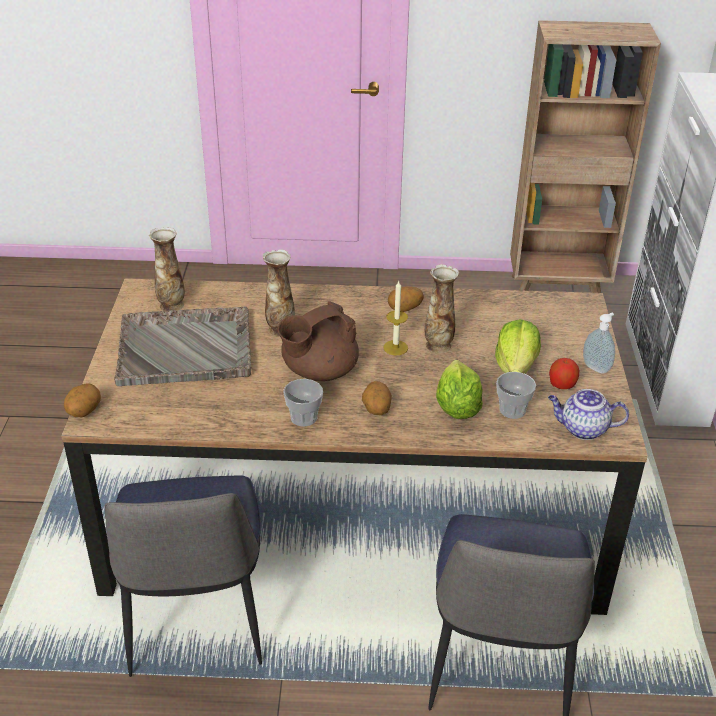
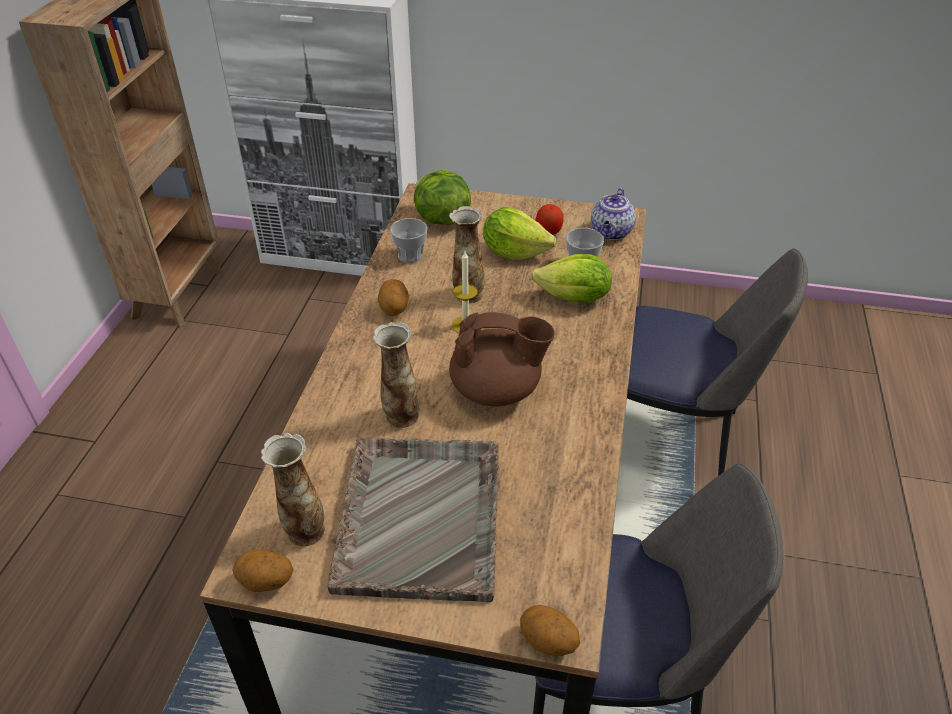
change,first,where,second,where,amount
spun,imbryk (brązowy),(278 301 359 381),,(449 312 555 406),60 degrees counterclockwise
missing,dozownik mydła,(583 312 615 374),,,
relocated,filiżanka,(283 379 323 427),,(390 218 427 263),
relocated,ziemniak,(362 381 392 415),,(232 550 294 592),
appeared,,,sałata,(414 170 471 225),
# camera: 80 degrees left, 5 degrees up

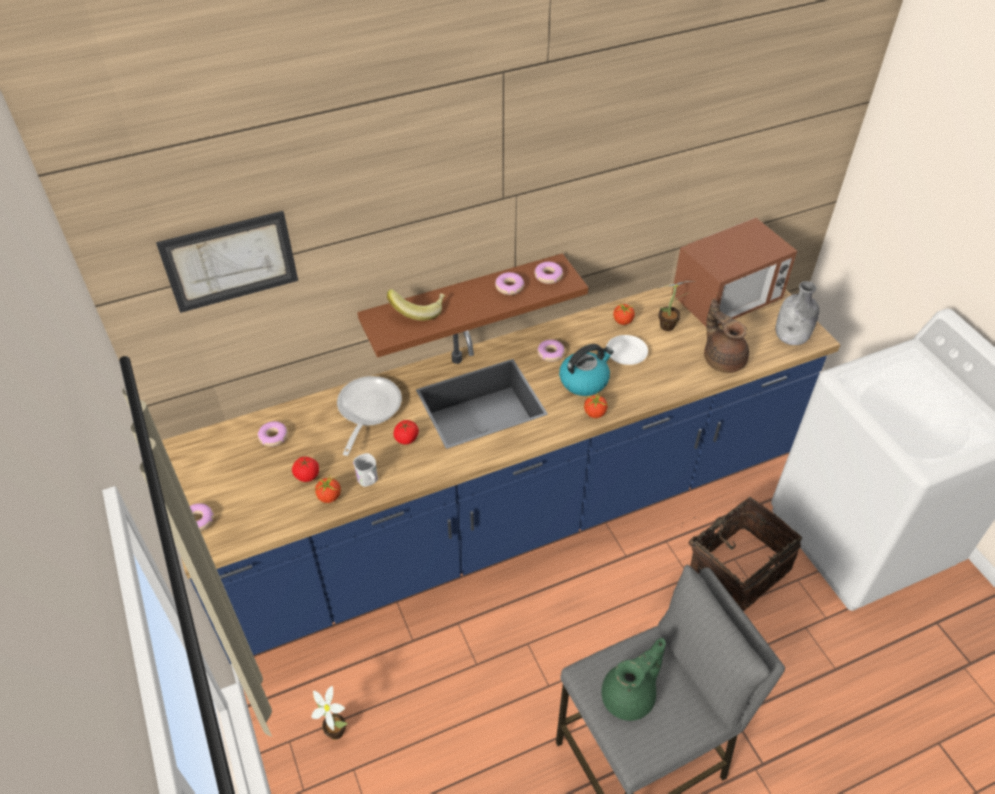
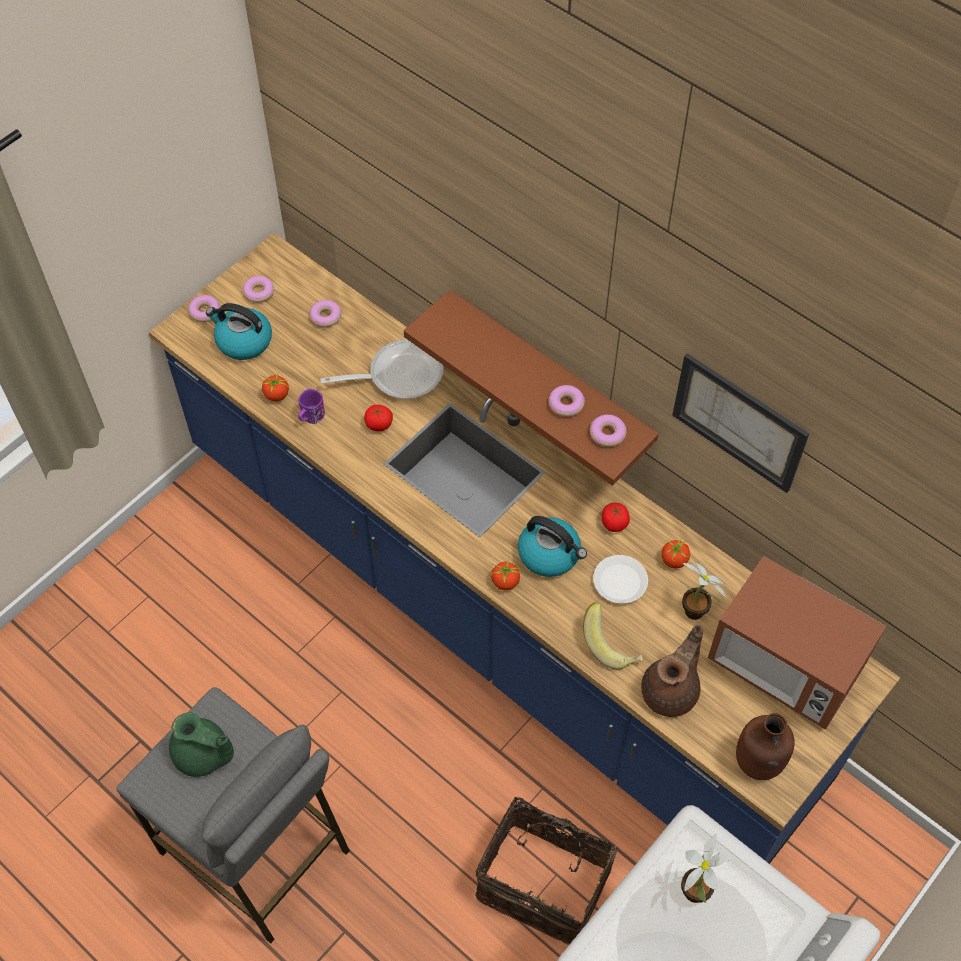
change,first,where,second,where,amount
relocated,obraz,(156 211 298 313),,(672 353 809 493),
colour,butelka (szary),(776 281 819 345),butelka (brązowy),(736 713 795 780),
relocated,banan,(387 289 445 321),,(583 602 643 670),
relocated,donut,(537 340 565 362),,(243 276 274 303),
colour,kubek (biały),(353 453 378 487),kubek (fioletowy),(298 389 325 424),
relocated,pomidor,(292 457 319 482),,(602 503 630 532),
relocated,roślina doniczkowa,(311 686 348 740),,(681 834 732 903),
appeared,,,czajnik,(206 303 272 360),
# camera: 65 degrees right, 10 degrees up

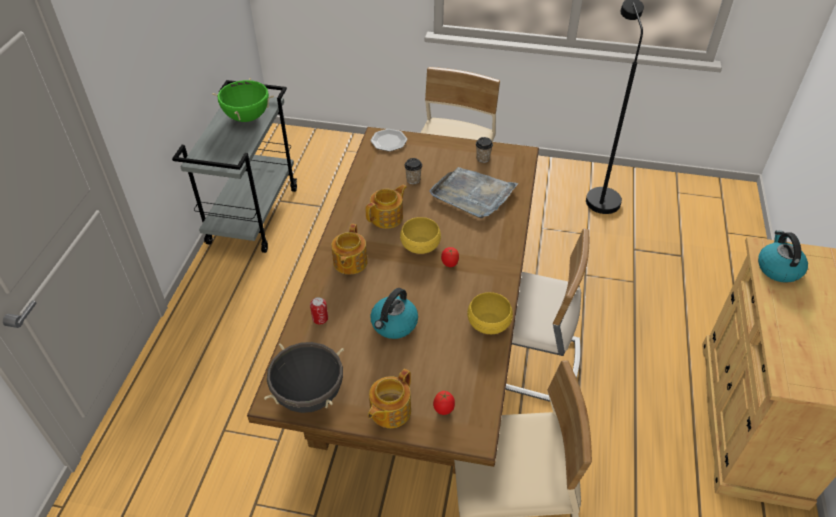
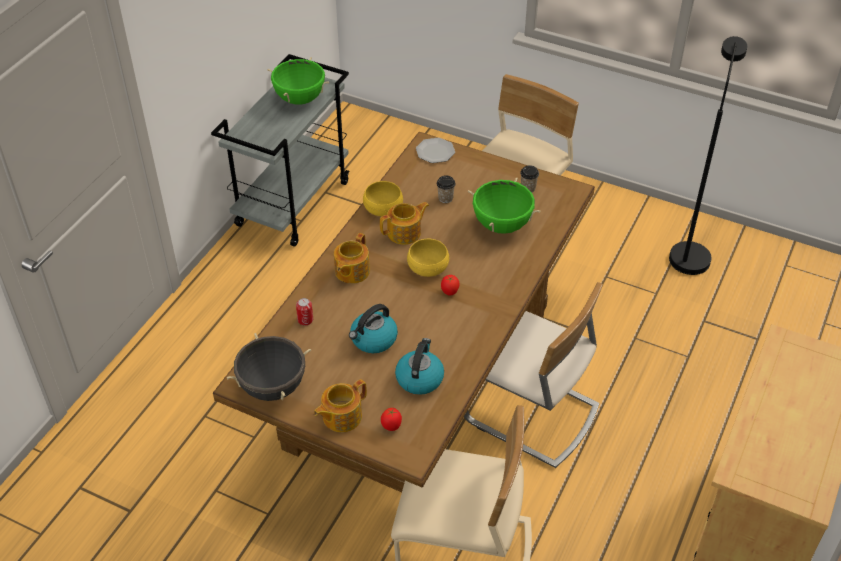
change,first,where,second,where,amount
exchanged,taca (szary),(429 167 519 219),garnek (zielony),(468 178 540 234),
relocated,czajnik,(758 230 808 283),,(395 338 444 395),
relocated,miska (żółty),(467 292 513 334),,(363 181 403 216),
# camera: 15 degrees right, 0 degrees up

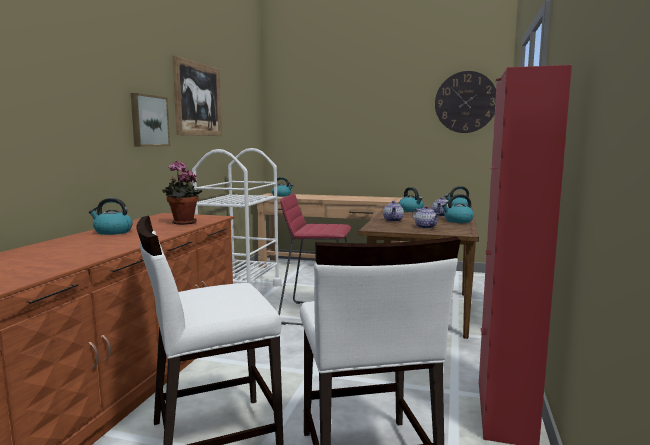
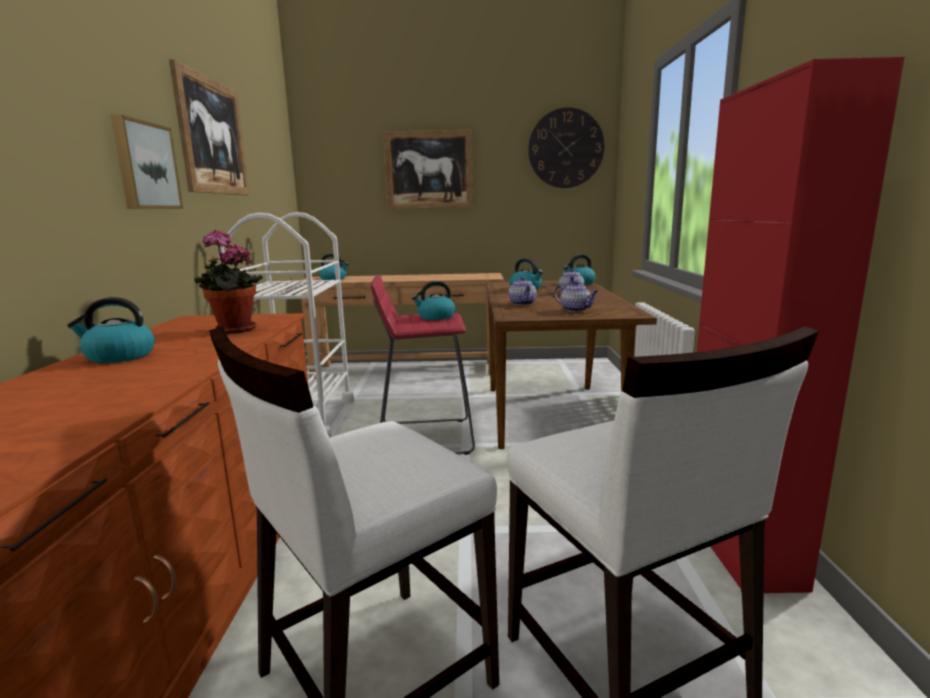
change,first,where,second,where,amount
relocated,czajnik,(441 194 474 223),,(412 281 455 320),
appeared,,,obraz,(383 129 473 210),
# camera: 15 degrees left, 5 degrees up

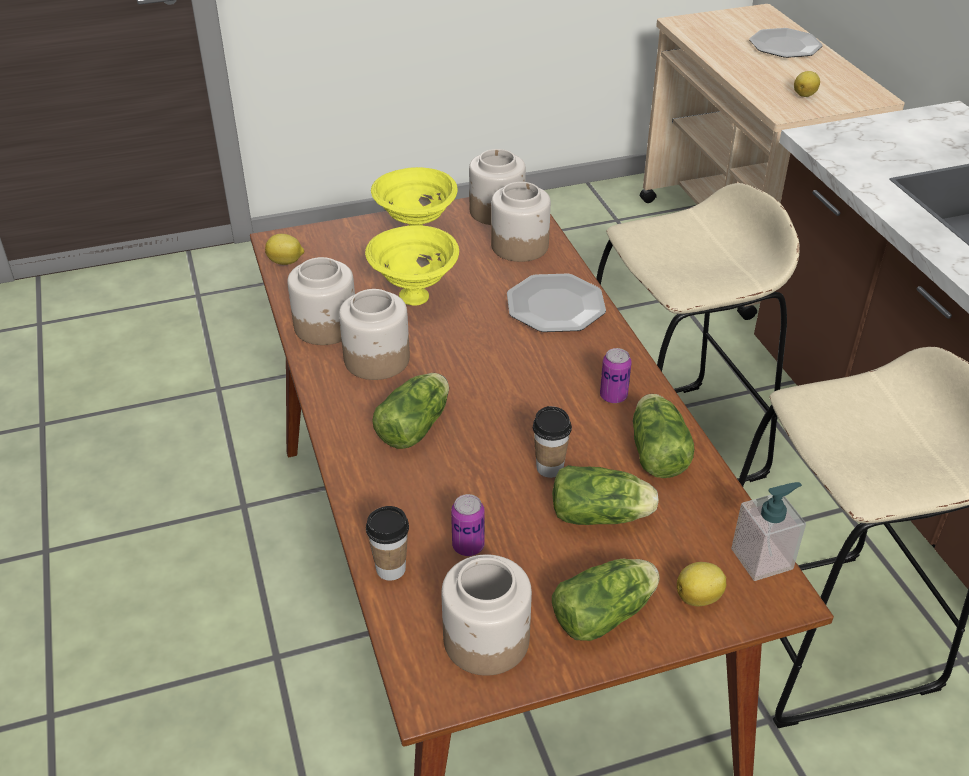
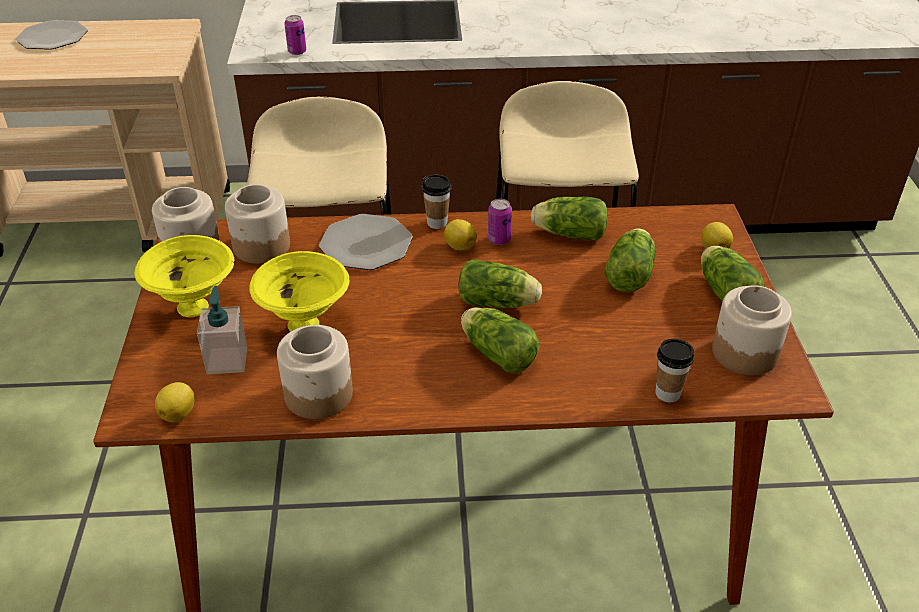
change,first,where,second,where,amount
relocated,cytryna,(794 71 820 97),,(444 219 477 250),
missing,słoik,(339 289 410 380),,,
relocated,filiżanka,(533 406 572 478),,(422 175 451 229),
relocated,dozownik mydła,(731 482 806 581),,(197 286 247 374),
relocated,puszka,(451 494 485 556),,(284 15 306 55),
appeared,,,sałata,(458 259 542 308),
# camera: 75 degrees left, 0 degrees up

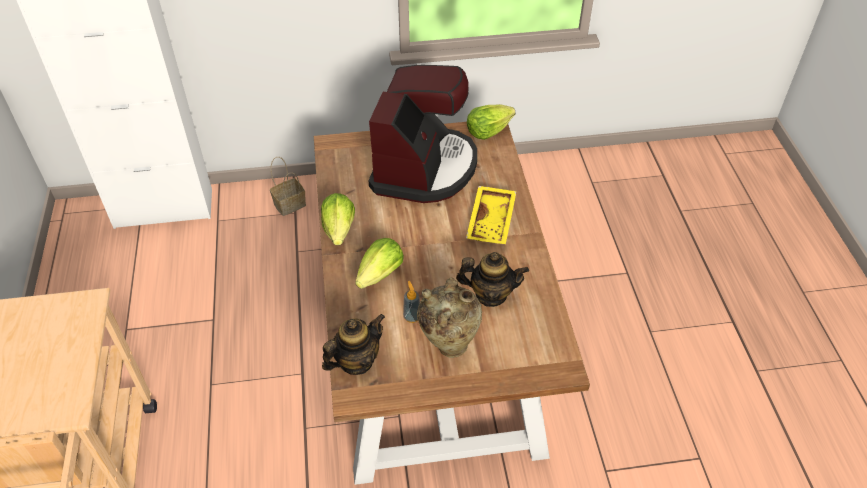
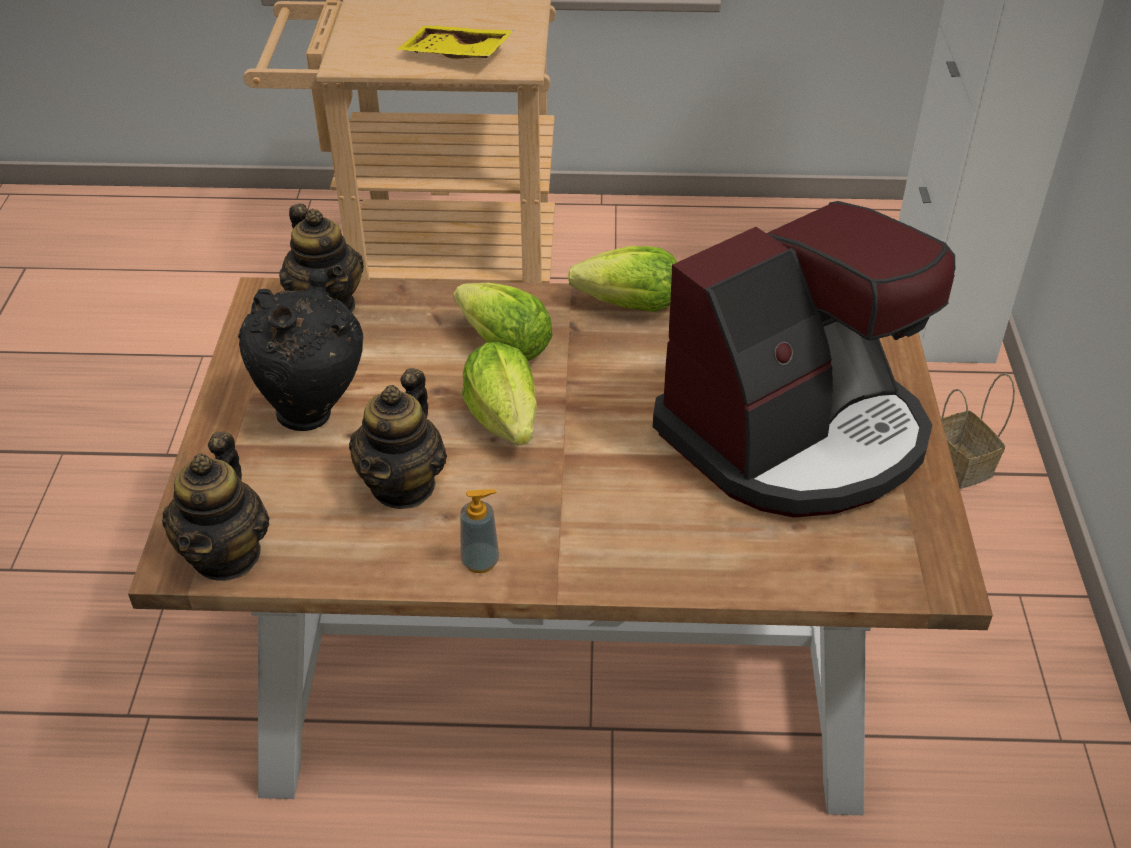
change,first,where,second,where,amount
spun,ekspres do kawy,(368 65 477 203),,(653 201 955 518),60 degrees counterclockwise
relocated,sałata,(467 104 516 140),,(462 342 537 445),
relocated,taca (żółty),(466 186 517 244),,(397 25 515 59),
colour,wazon (beżowy),(417 277 482 358),wazon (czarny),(238 269 363 431),
relocated,dozownik mydła,(403 281 420 323),,(460 489 499 573),
appeared,,,imbryk,(162 432 269 581),
# camera: 100 degrees right, 5 degrees down

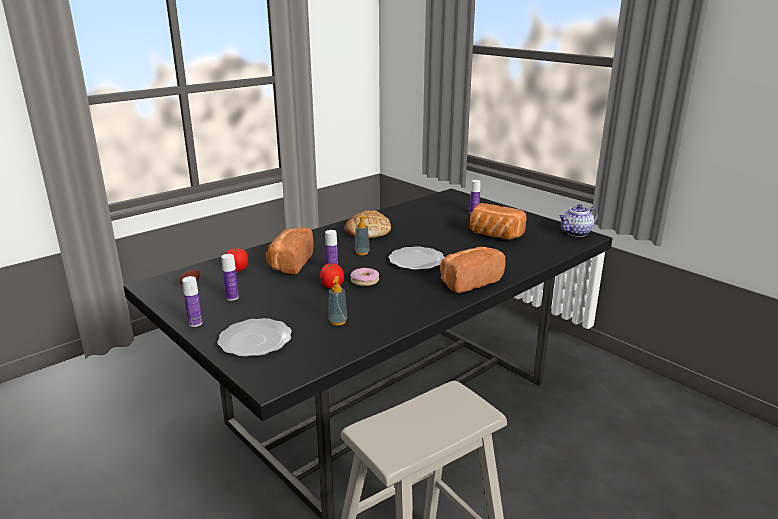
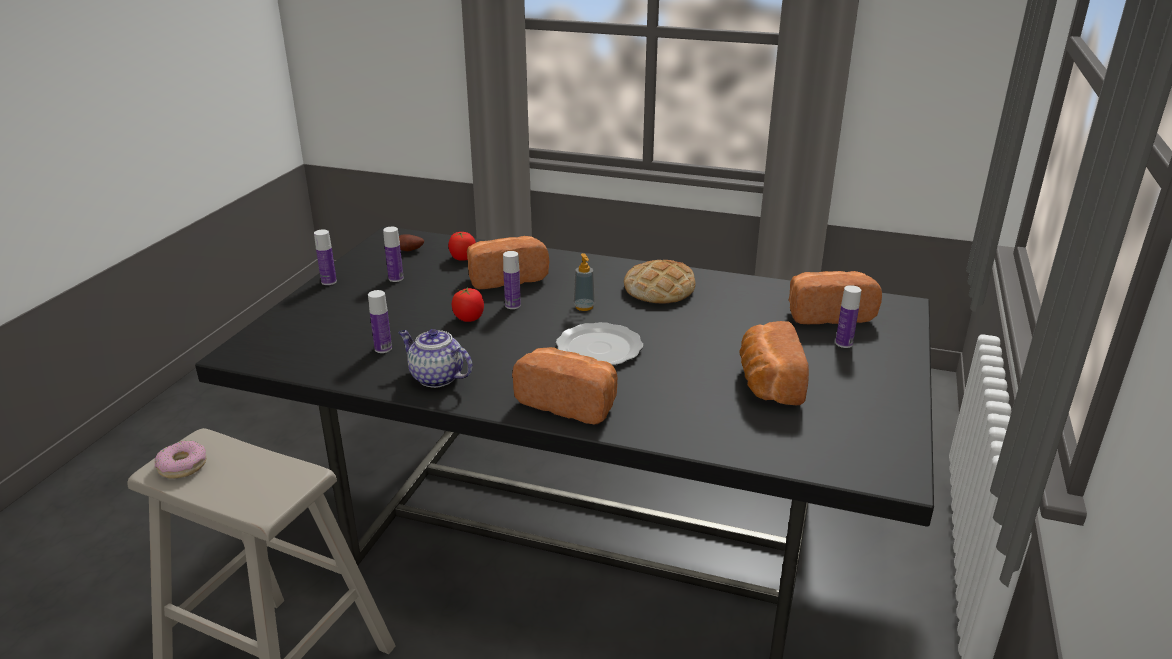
change,first,where,second,where,amount
relocated,imbryk,(559 204 598 237),,(398 329 473 388),
relocated,donut,(350 268 379 286),,(155 441 206 479),
exchanged,dozownik mydła,(329 276 347 325),butelka,(368 290 392 353),
missing,talerz,(217 318 292 357),,,
appeared,,,chleb,(788 271 882 324),
# camera: 60 degrees right, 5 degrees up

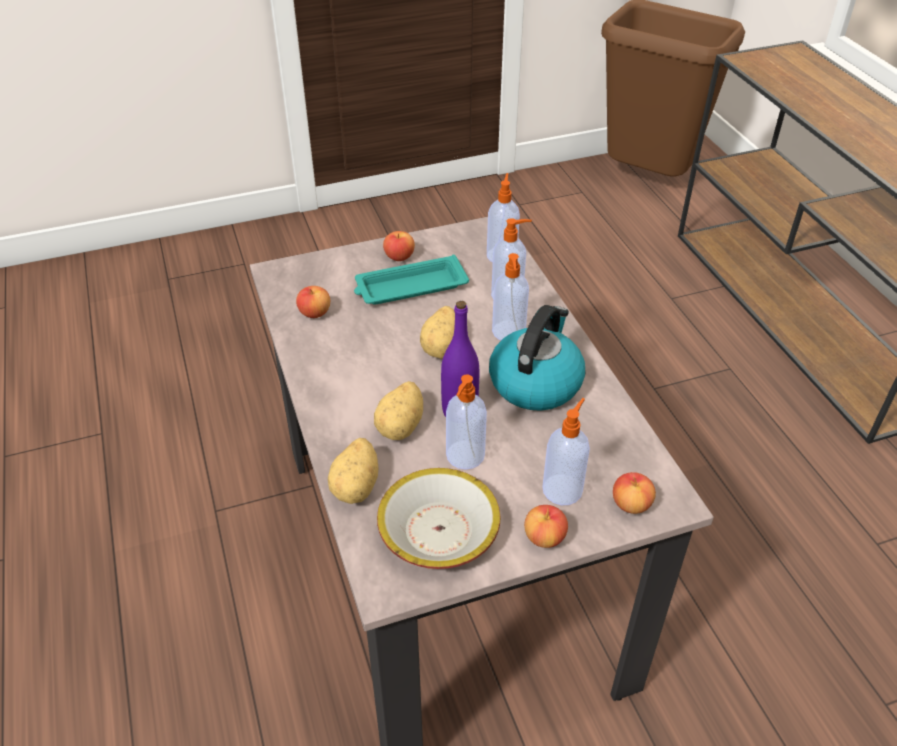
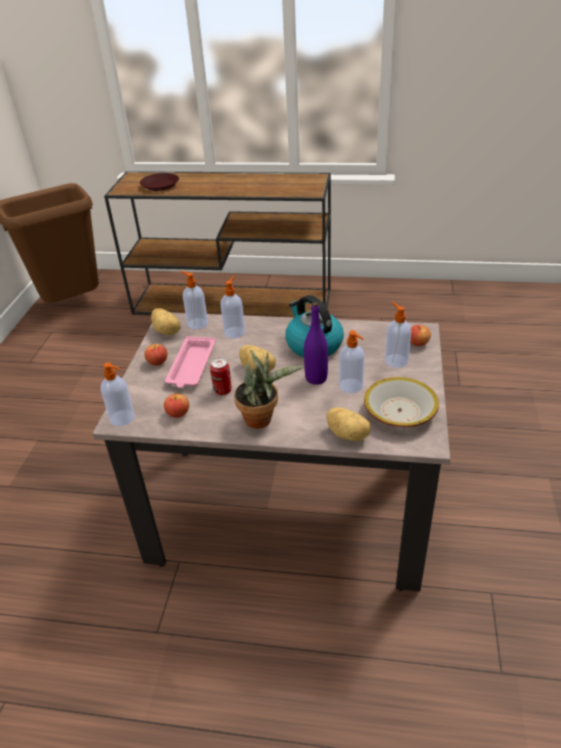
change,first,where,second,where,amount
relocated,dozownik mydła,(492 253 529 340),,(101 362 134 426),
colour,taca (turkusowy),(354 255 469 305),taca (różowy),(165 336 216 388),
relocated,ziemniak,(374 381 423 440),,(151 308 181 335),
missing,jabłko,(524 505 568 548),,,
appeared,,,talerz (brązowy),(140 173 179 191),
appeared,,,roślina doniczkowa,(234 350 303 429),
appeared,,,puszka,(210 358 232 395),
# camera: 60 degrees left, 5 degrees down

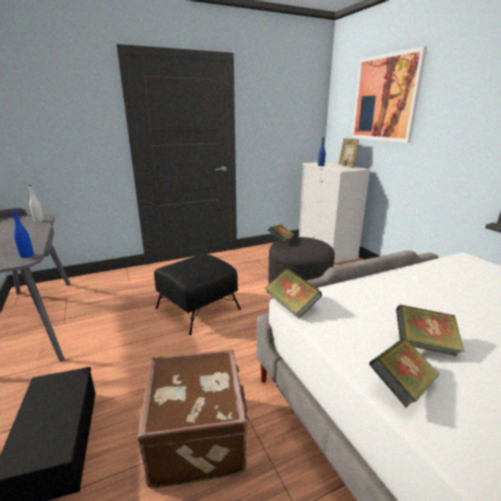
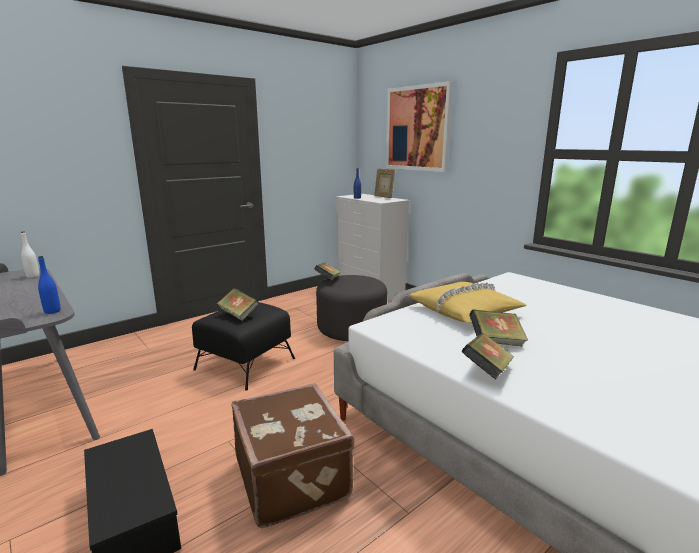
change,first,where,second,where,amount
relocated,książka,(265 268 322 319),,(217 288 259 321),
appeared,,,poduszka (żółty),(408 282 527 323),
# camera: 15 degrees left, 5 degrees down

